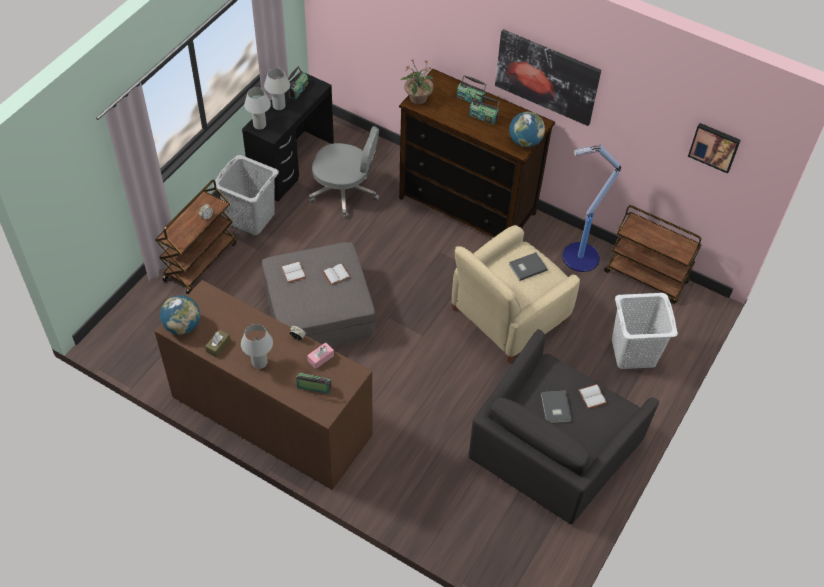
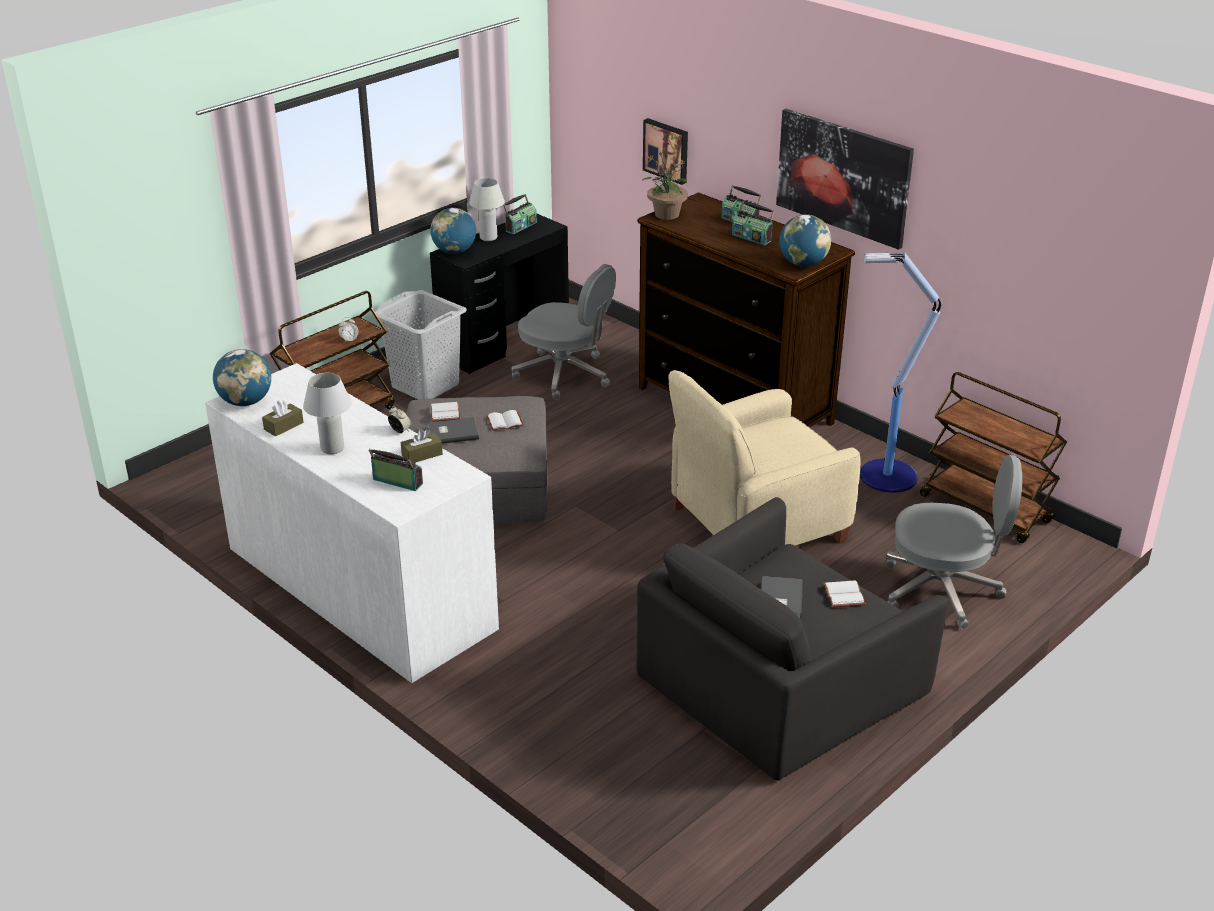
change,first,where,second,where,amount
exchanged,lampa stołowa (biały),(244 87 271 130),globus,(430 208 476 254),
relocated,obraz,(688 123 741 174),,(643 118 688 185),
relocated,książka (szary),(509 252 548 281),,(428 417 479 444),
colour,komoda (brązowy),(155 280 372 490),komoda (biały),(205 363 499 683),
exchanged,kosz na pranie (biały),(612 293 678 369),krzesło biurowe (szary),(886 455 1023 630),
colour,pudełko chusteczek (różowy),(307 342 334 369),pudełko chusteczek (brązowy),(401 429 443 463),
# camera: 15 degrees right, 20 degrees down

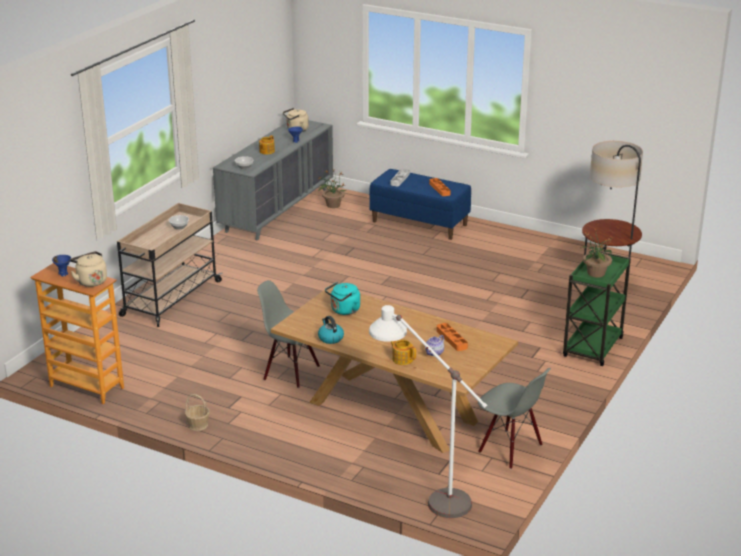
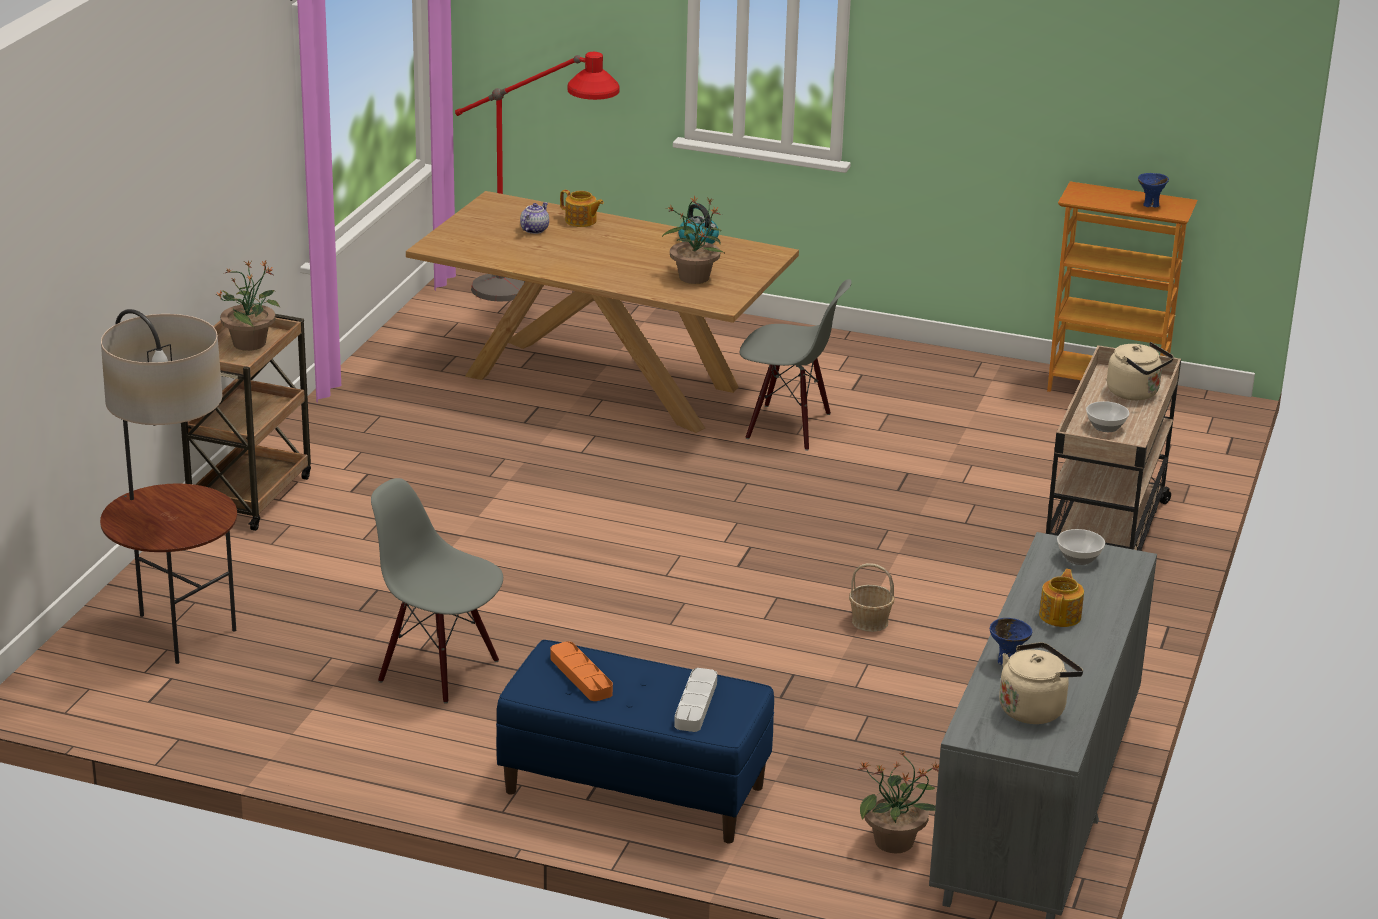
change,first,where,second,where,amount
colour,wózek (zielony),(563 250 631 366),wózek (brązowy),(181 314 311 531),
relocated,czajnik (beżowy),(70 251 107 287),,(1107 342 1174 400),
exchanged,czajnik (turkusowy),(325 282 360 315),roślina doniczkowa,(662 195 724 284),
colour,lampa stojąca (biały),(369 305 487 518),lampa stojąca (czerwony),(455 52 620 301),
missing,taca (pomarańczowy),(437 323 468 351),,,
relocated,krzesło (szary),(478 368 551 469),,(371 478 503 703),
relocated,koszyk,(185 394 210 431),,(849 563 895 632),
# camera: 170 degrees right, 0 degrees up

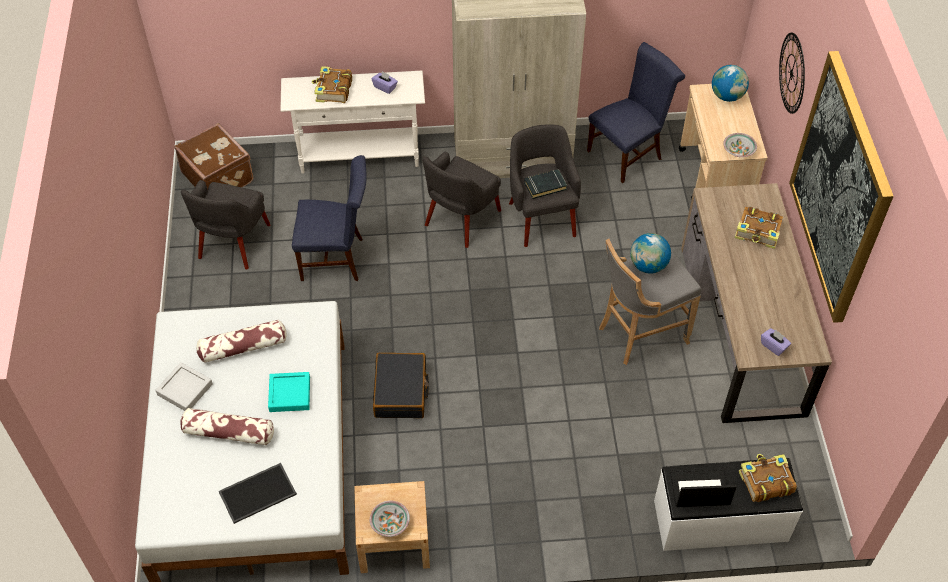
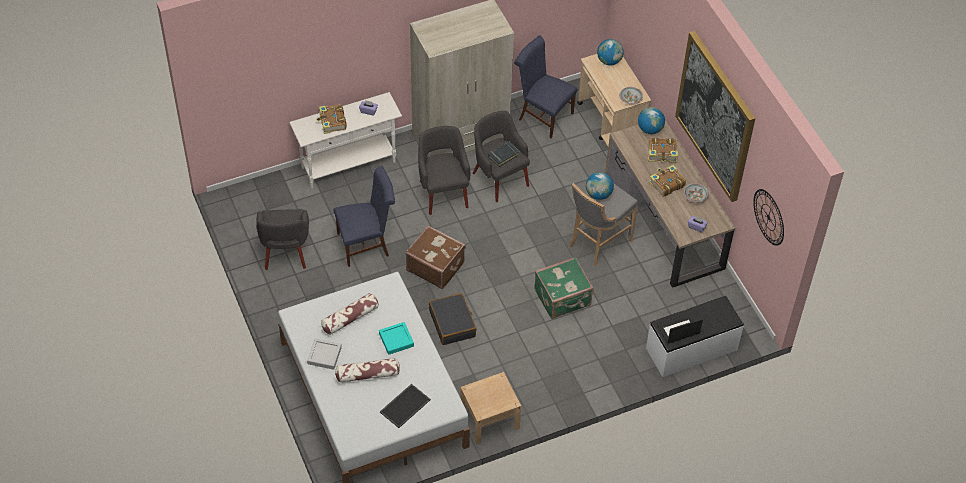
change,first,where,second,where,amount
relocated,zegar ścienny,(779 33 805 114),,(753 189 784 246),
spun,krzesło (niebieski),(587 42 685 183),,(514 35 578 138),90 degrees counterclockwise
relocated,walizka (brązowy),(174 123 253 190),,(405 225 466 289),
spun,fotel (szary),(422 151 501 248),,(418 126 470 215),150 degrees clockwise
relocated,książka,(739 454 797 502),,(649 165 686 197),
relocated,miska,(370 500 410 537),,(684 183 709 203),
appeared,,,globus,(638 107 665 134),
appeared,,,walizka (zielony),(534 257 594 319),
# camera: 20 degrees left, 0 degrees up

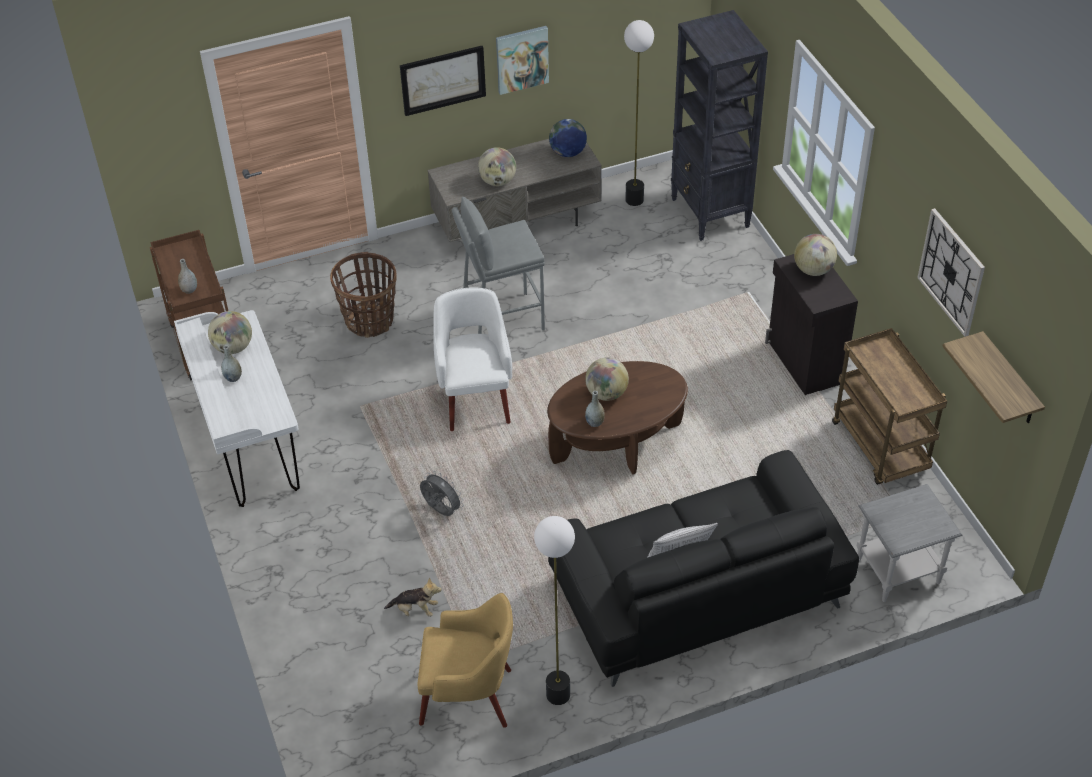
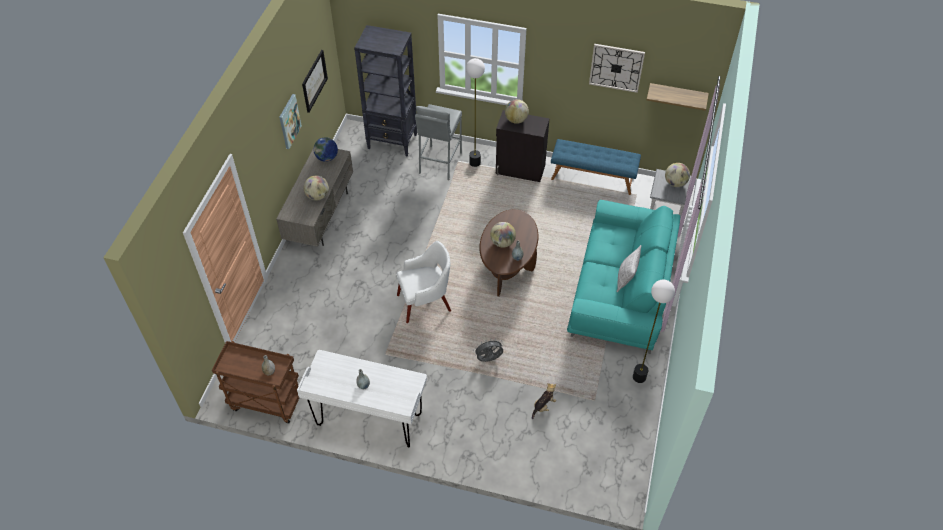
change,first,where,second,where,amount
relocated,lampa stojąca,(624 20 654 206),,(466 58 485 167),
relocated,obraz,(400 46 486 116),,(302 50 328 113),
relocated,stołek (szary),(452 197 545 334),,(415 104 462 180),
missing,koszyk,(330 252 397 338),,,
spun,fotel (biały),(433 288 512 431),,(397 241 451 323),135 degrees clockwise
relocated,globus,(208 311 252 354),,(665 163 690 187),
exchanged,wózek (brązowy),(832 328 947 485),ławka (niebieski),(551 139 641 195),
colour,kanapa (czarny),(548 450 859 687),kanapa (turkusowy),(567 200 680 354),
missing,fotel (żółty),(417 593 513 728),,,
# camera: 55 degrees left, 5 degrees up

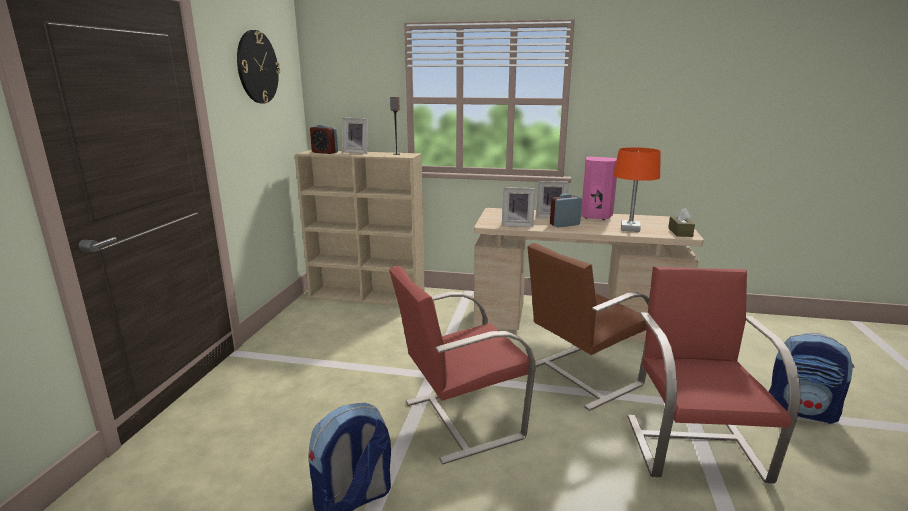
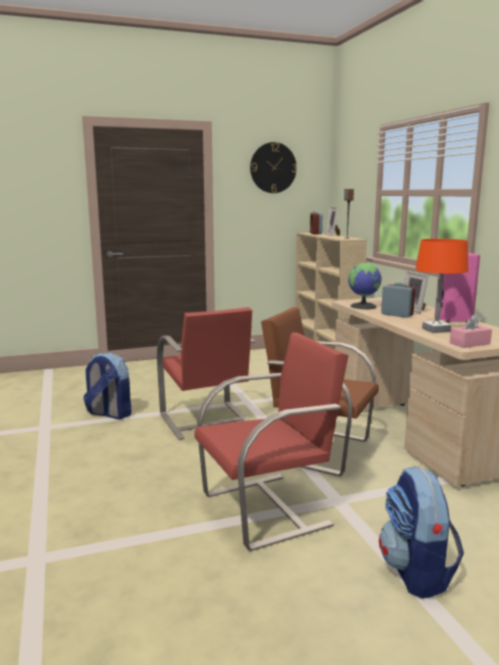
change,first,where,second,where,amount
exchanged,ramka na zdjęcie,(502 187 535 227),globus,(348 262 381 309),
colour,pudełko chusteczek (brązowy),(668 208 695 237),pudełko chusteczek (różowy),(450 314 492 348),
spun,krzesło (czerwony),(389 266 536 464),,(157 307 256 440),150 degrees counterclockwise
# camera: 60 degrees right, 5 degrees down

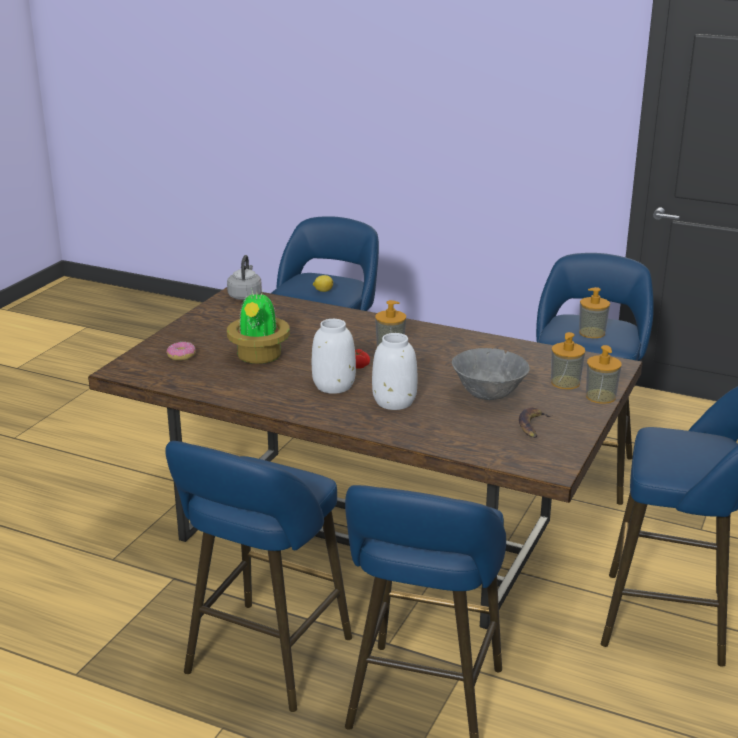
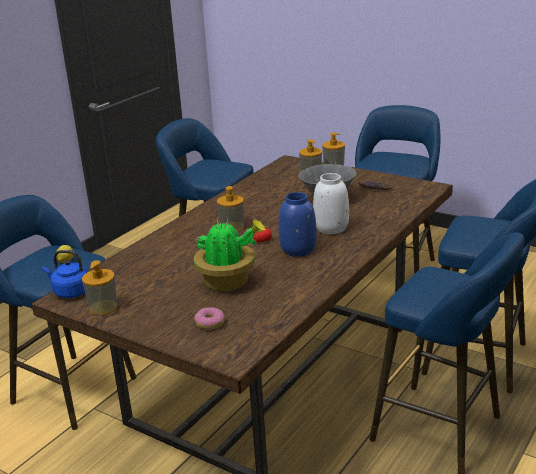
change,first,where,second,where,amount
colour,czajnik (szary),(227 255 262 300),czajnik (niebieski),(42 250 88 298),
relocated,dozownik mydła,(579 287 610 338),,(82 260 118 315),
colour,wazon (biały),(312 319 356 394),wazon (niebieski),(279 192 317 257),
# camera: 80 degrees left, 0 degrees up

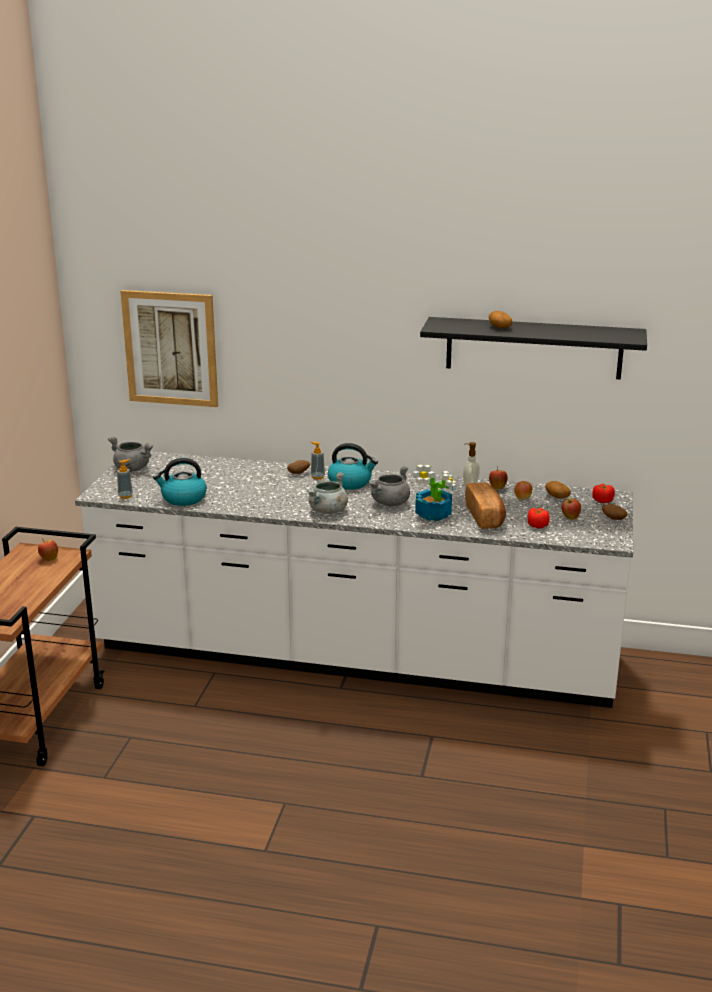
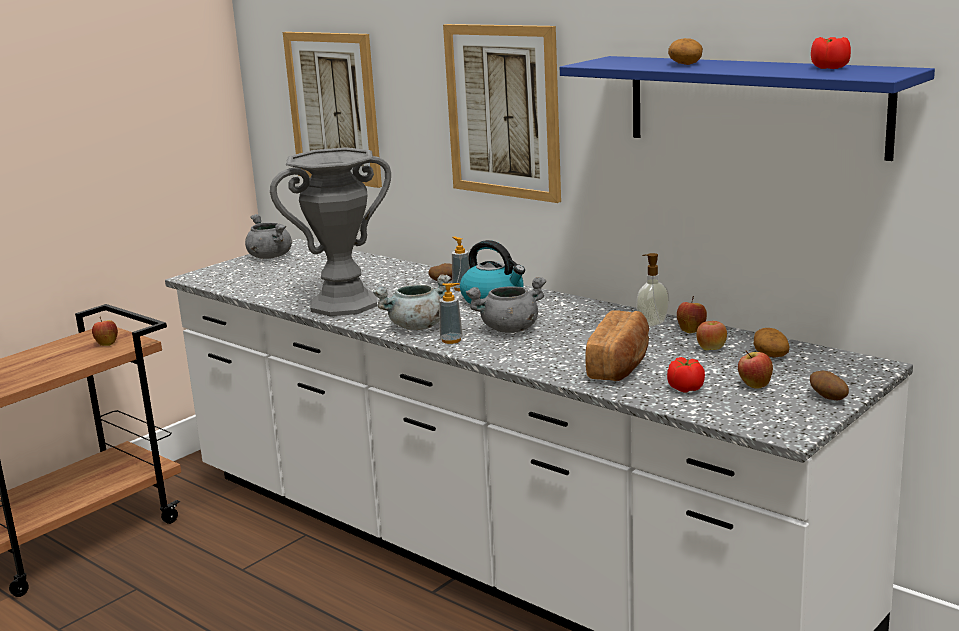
change,first,where,second,where,amount
colour,półka (czarny),(420 317 647 379),półka (niebieski),(560 56 935 161),
missing,czajnik,(153 458 207 506),,,
relocated,dozownik mydła,(117 459 133 499),,(439 283 463 344),
missing,roślina doniczkowa,(412 465 456 521),,,
relocated,pomidor,(592 484 615 503),,(811 37 851 69),
appeared,,,obraz,(443 24 561 203),
appeared,,,wazon (szary),(270 147 391 316),
# camera: 30 degrees right, 5 degrees down

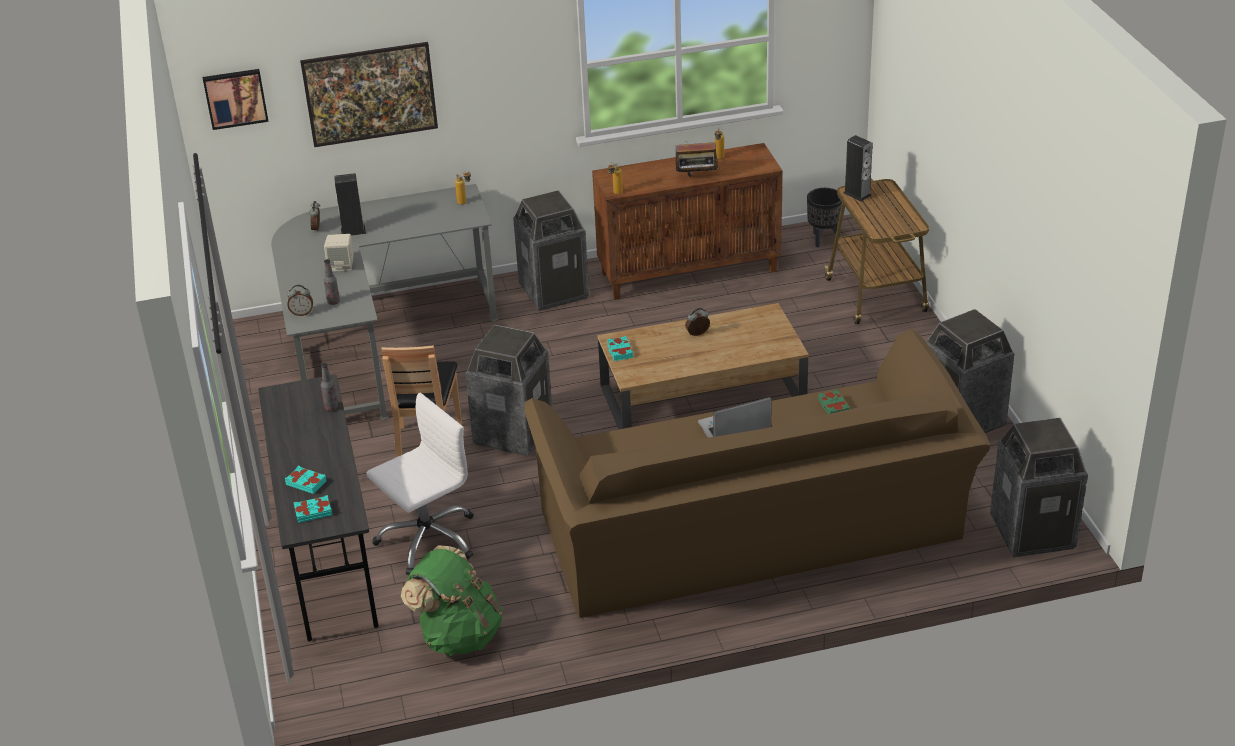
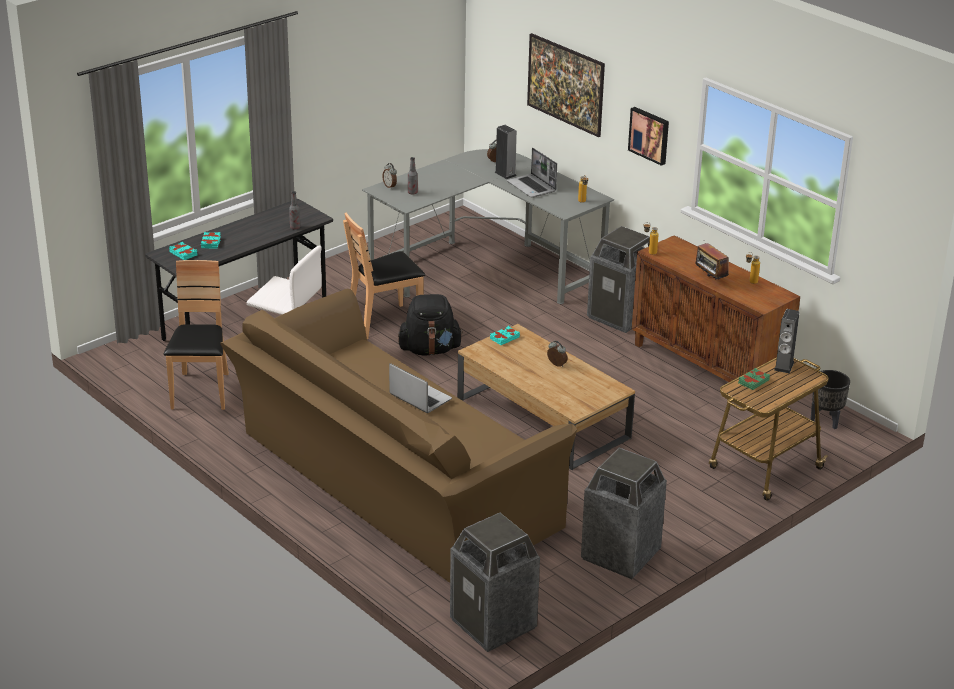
change,first,where,second,where,amount
relocated,obraz,(203 69 269 130),,(628 107 669 166),
missing,głośnik (beżowy),(324 234 354 272),,,
exchanged,kosz na śmieci,(465 325 552 456),plecak (czarny),(398 294 463 355),
relocated,książka (zielony),(818 389 850 414),,(738 368 770 390),
exchanged,plecak (zielony),(401 546 503 656),krzesło (brązowy),(164 260 229 410),
appeared,,,laptop,(507 148 557 197),
# camera: 60 degrees right, 5 degrees down

